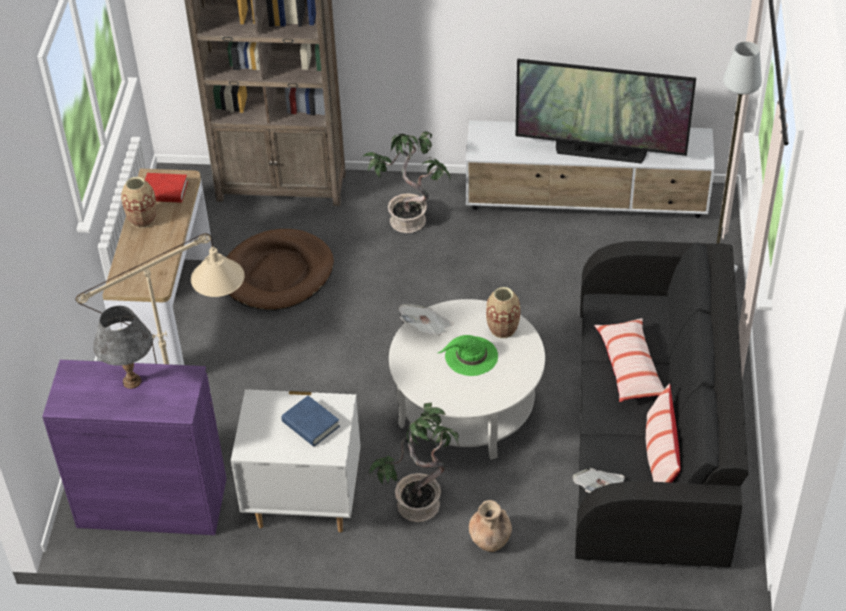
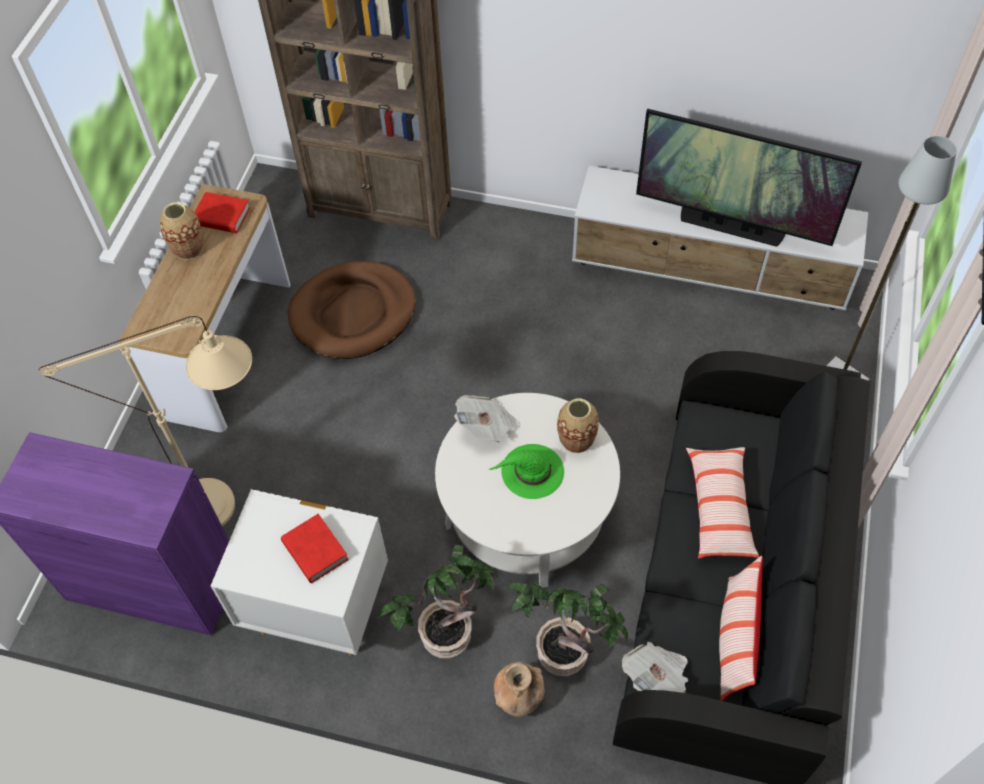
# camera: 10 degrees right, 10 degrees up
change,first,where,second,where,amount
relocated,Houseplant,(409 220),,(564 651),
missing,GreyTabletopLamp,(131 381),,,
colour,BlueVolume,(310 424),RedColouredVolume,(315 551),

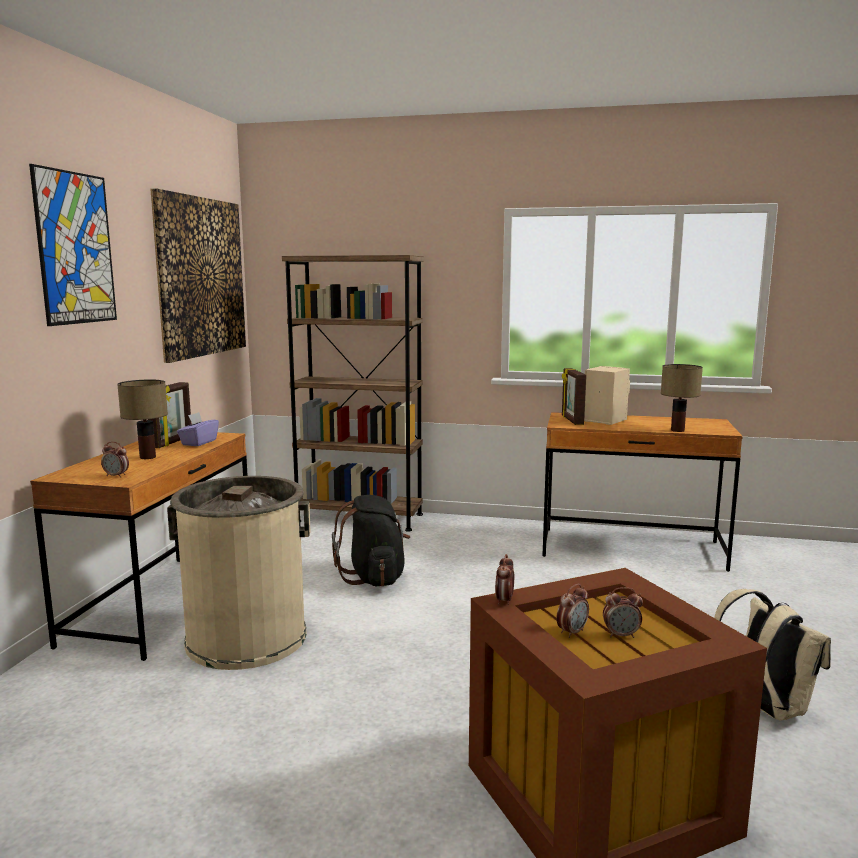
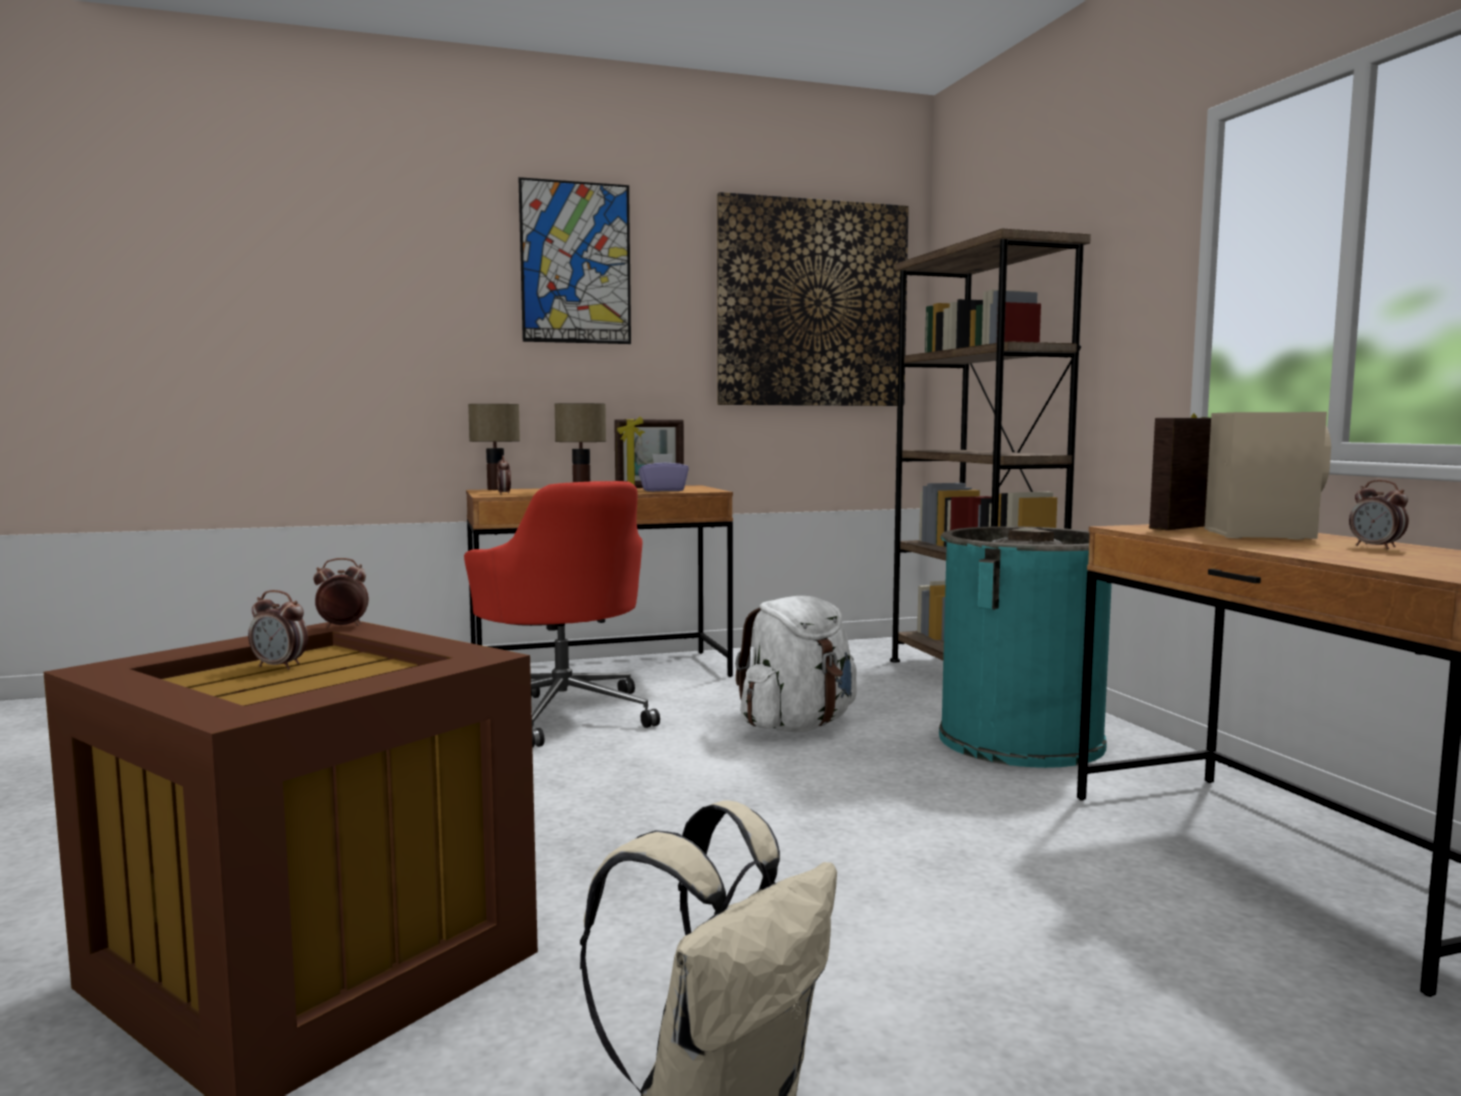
# camera: 60 degrees right, 5 degrees down
change,first,where,second,where,amount
relocated,TabletopLamp,(678 430),,(496 489),
exchanged,BeigeTrashCan,(246 638),RedColouredComputerChair,(563 715),
colour,BlackColouredBackpack,(374 578),WhitishBackpack,(797 726),
relocated,TableClock,(621 635),,(1376 547),
appeared,,,TurquoiseTrashCan,(1021 740),

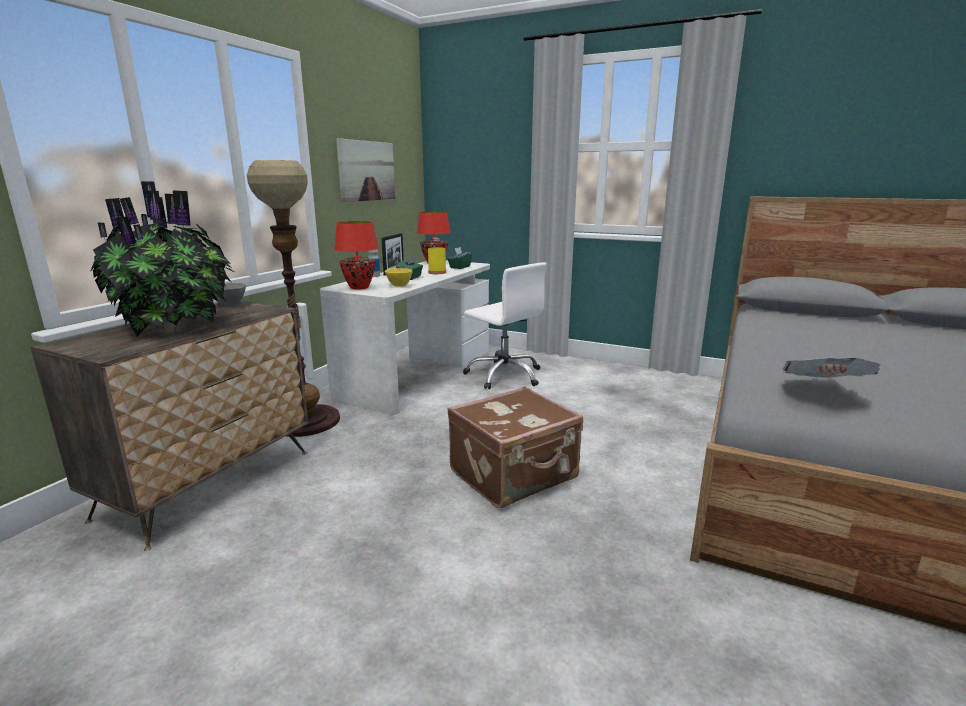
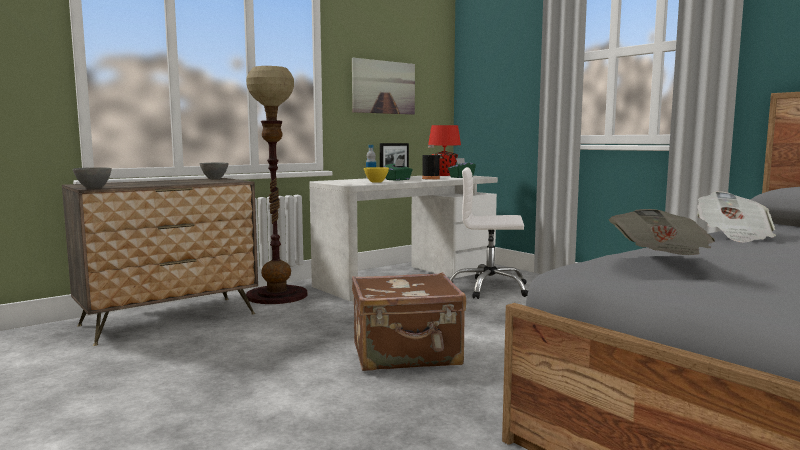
# camera: 25 degrees right, 10 degrees down
change,first,where,second,where,amount
missing,Houseplant,(177 326),,,
missing,RedColouredTabletopLamp,(359 287),,,
colour,YellowColouredDrinkBottle,(437 272),BlackColouredDrinkBottle,(430 178),
spun,WhitishComputerChair,(504 375),,(489 288),120 degrees clockwise
appeared,,,GreyDeepDish,(93 187),
appeared,,,DailyPaper,(733 236),

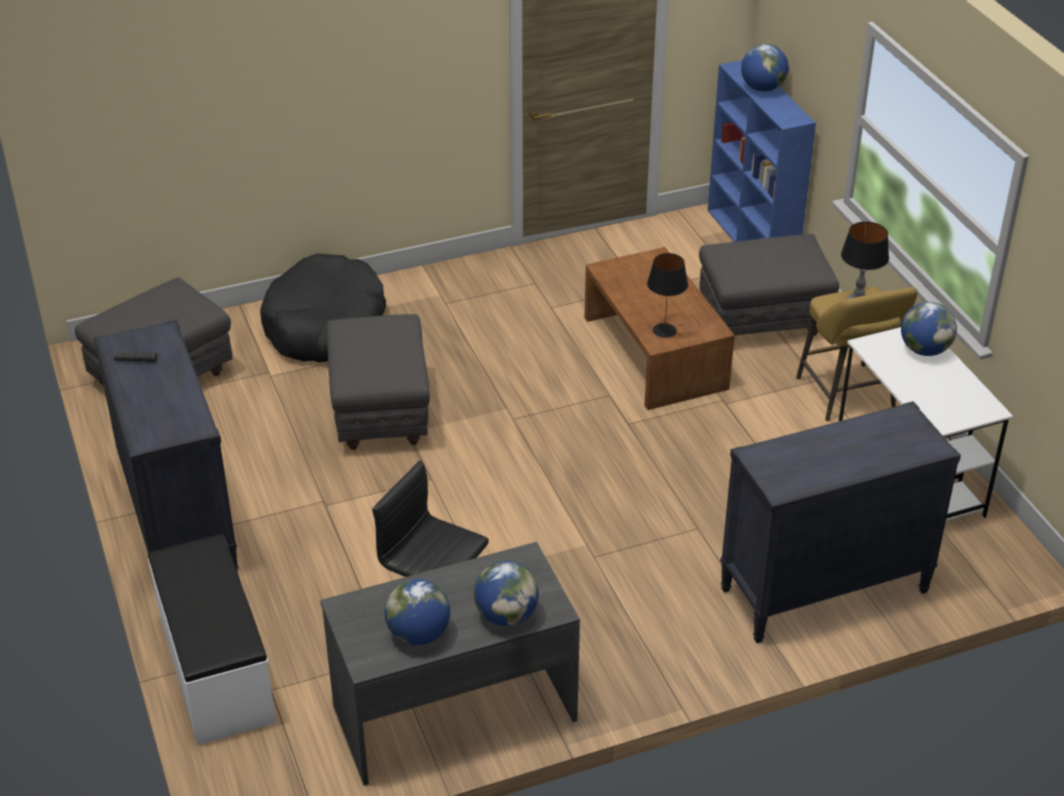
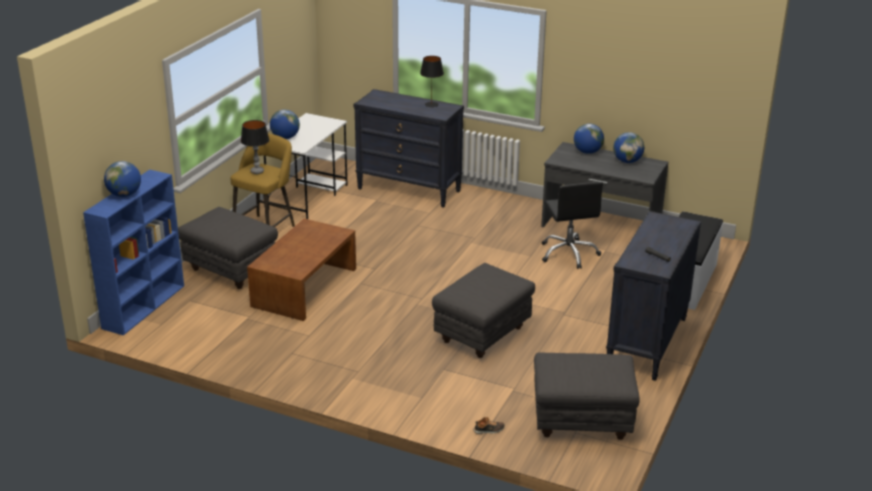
# camera: 135 degrees left, 10 degrees down
change,first,where,second,where,amount
relocated,BlackColouredTabletopLamp,(664 330),,(431 104),
missing,BlackColouredDogCushion,(324 325),,,
appeared,,,ItemOfFootwear,(489 430),

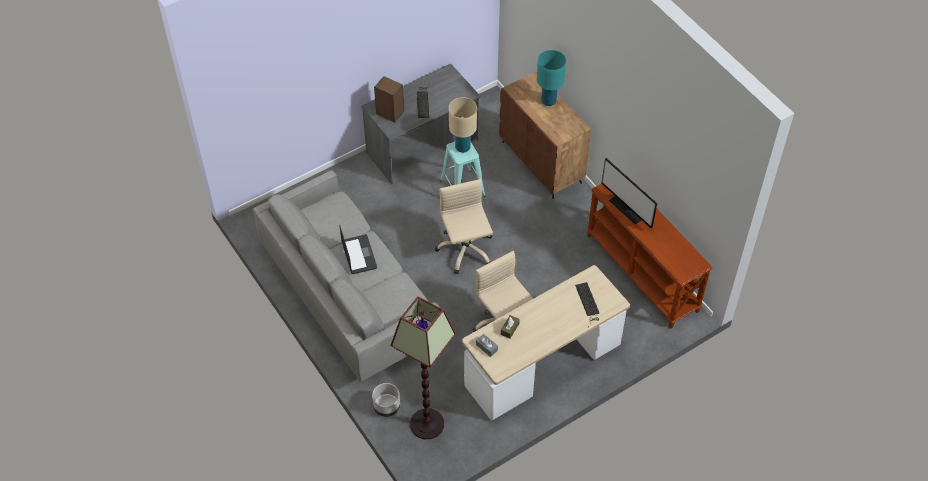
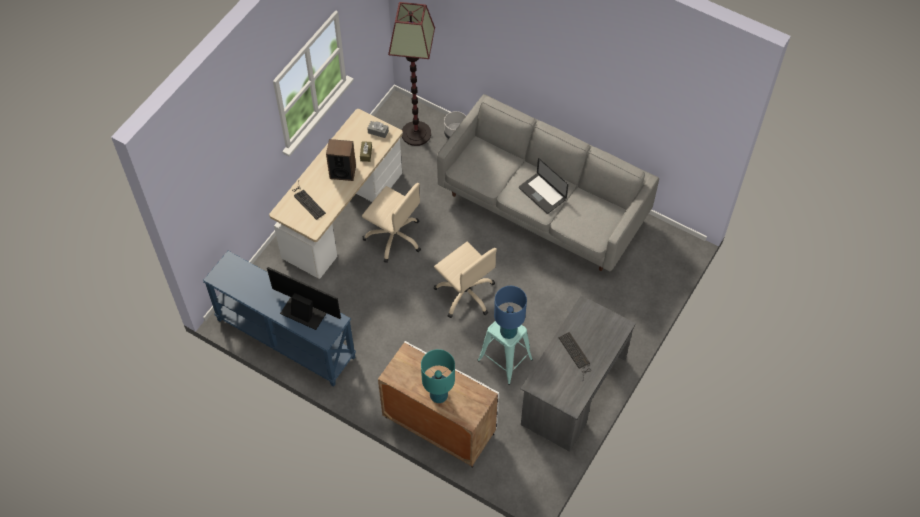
# camera: 155 degrees right, 5 degrees up
change,first,where,second,where,amount
colour,BrownStorageCabinet,(542 162),WhitishStorageCabinet,(438 425),
relocated,Loudspeaker,(390 113),,(342 172),
colour,BeigeTabletopLamp,(462 147),BlueTabletopLamp,(508 332),
colour,BrownNarrowTable,(643 272),BlueNarrowTable,(285 339),

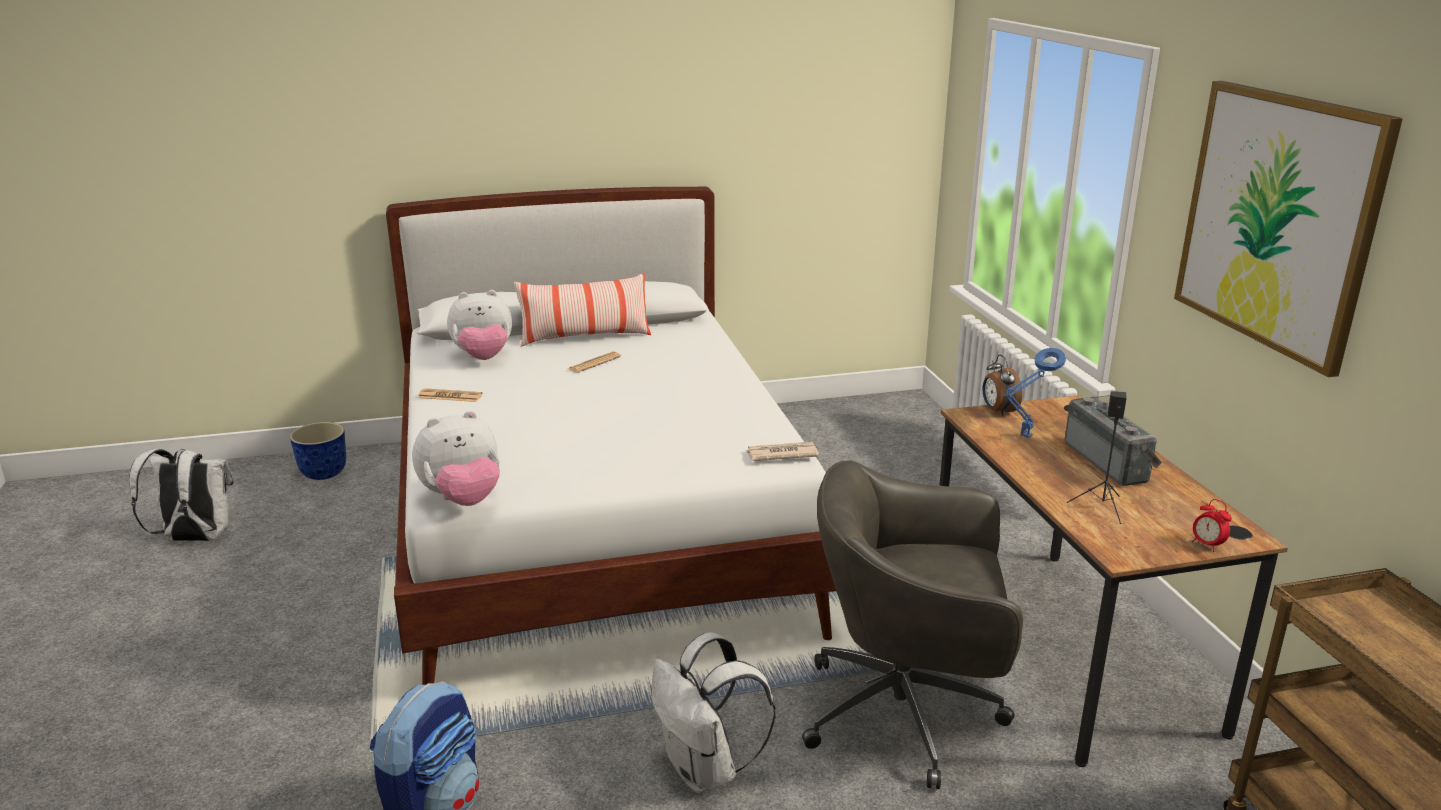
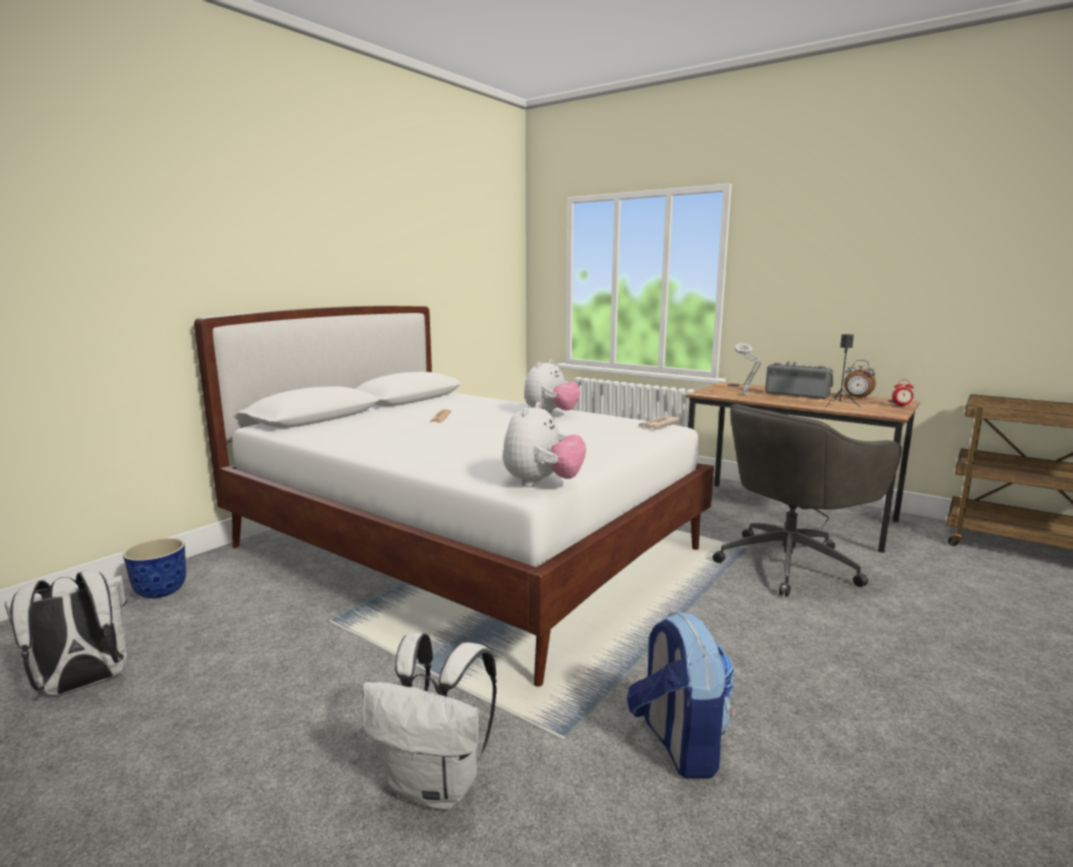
# camera: 40 degrees left, 10 degrees down
change,first,where,second,where,amount
missing,Picture,(1277 220),,,
missing,Cushion,(585 337),,,
relocated,PlushToy,(483 358),,(551 414),
colour,BlueTabletopLamp,(1024 437),GreyTabletopLamp,(746 395),
relocated,TableClock,(998 411),,(857 398),
missing,DailyPaper,(450 396),,,
relocated,WhitishBackpack,(706 771),,(436 785),

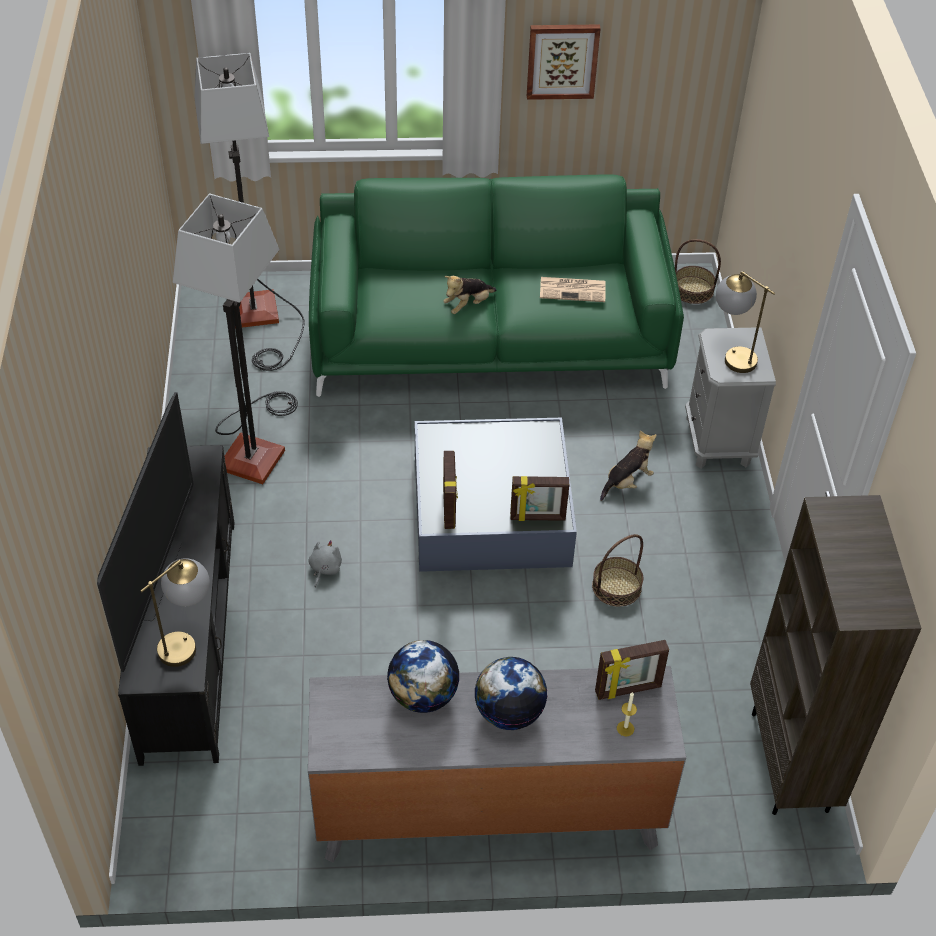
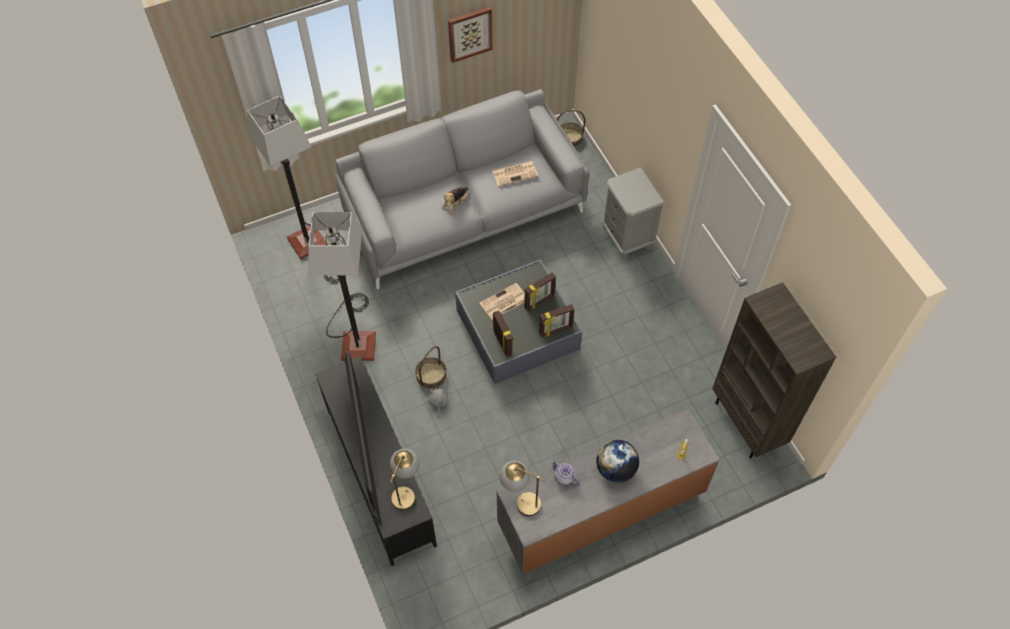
# camera: 20 degrees left, 10 degrees up
change,first,where,second,where,amount
colour,GreenColouredCouch,(490 337),GreyCouch,(463 212),
relocated,TabletopLamp,(731 355),,(520 501),
missing,PlushToy,(627 482),,,
relocated,HouseholdBasket,(616 587),,(431 375),
exchanged,WorldGlobe,(423 696),TeaPot,(564 477),
relocated,StandingFrame,(628 690),,(539 301),
appeared,,,DailyPaper,(503 302),

